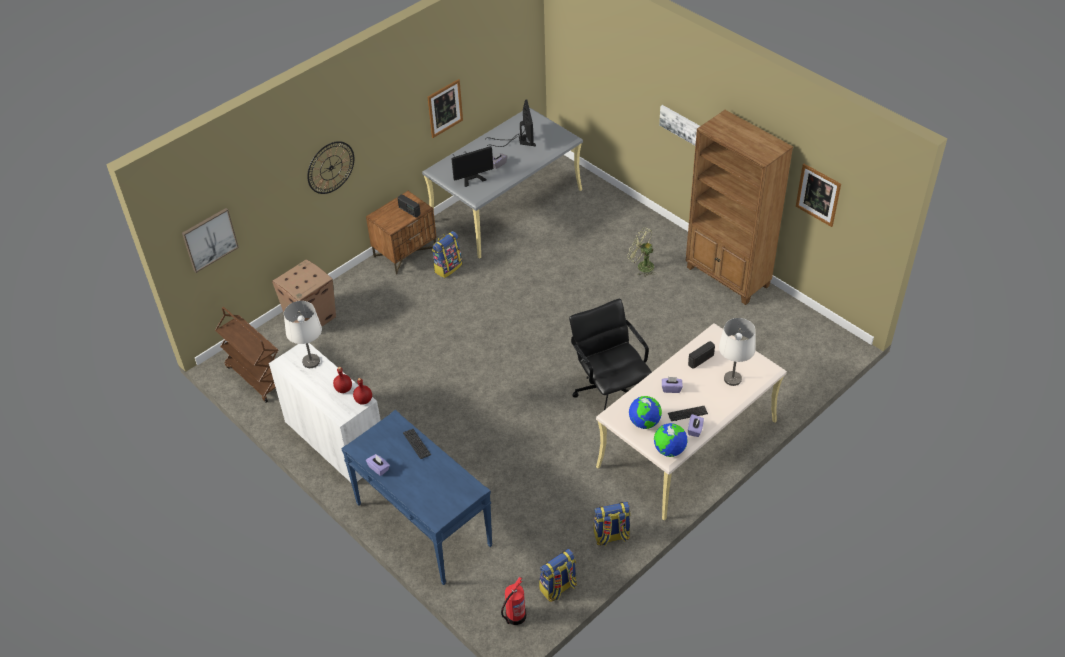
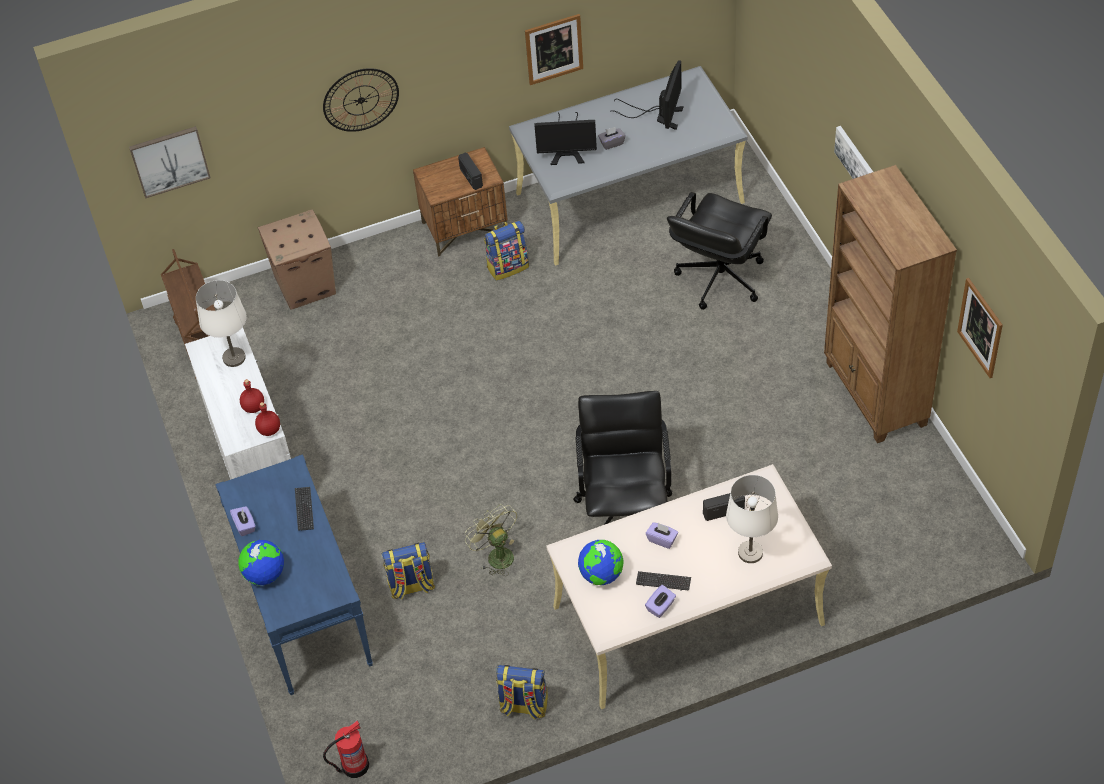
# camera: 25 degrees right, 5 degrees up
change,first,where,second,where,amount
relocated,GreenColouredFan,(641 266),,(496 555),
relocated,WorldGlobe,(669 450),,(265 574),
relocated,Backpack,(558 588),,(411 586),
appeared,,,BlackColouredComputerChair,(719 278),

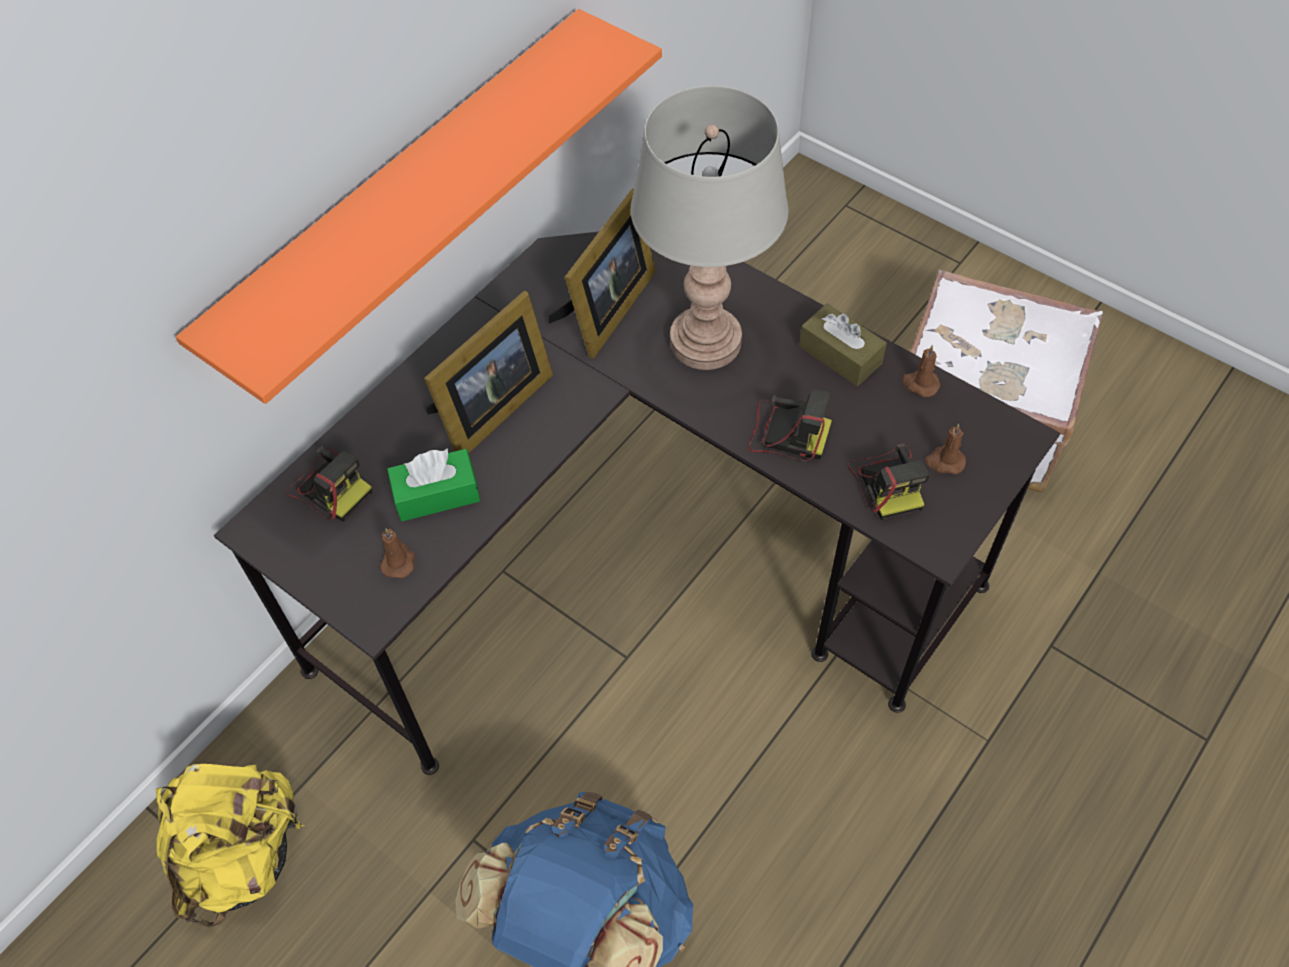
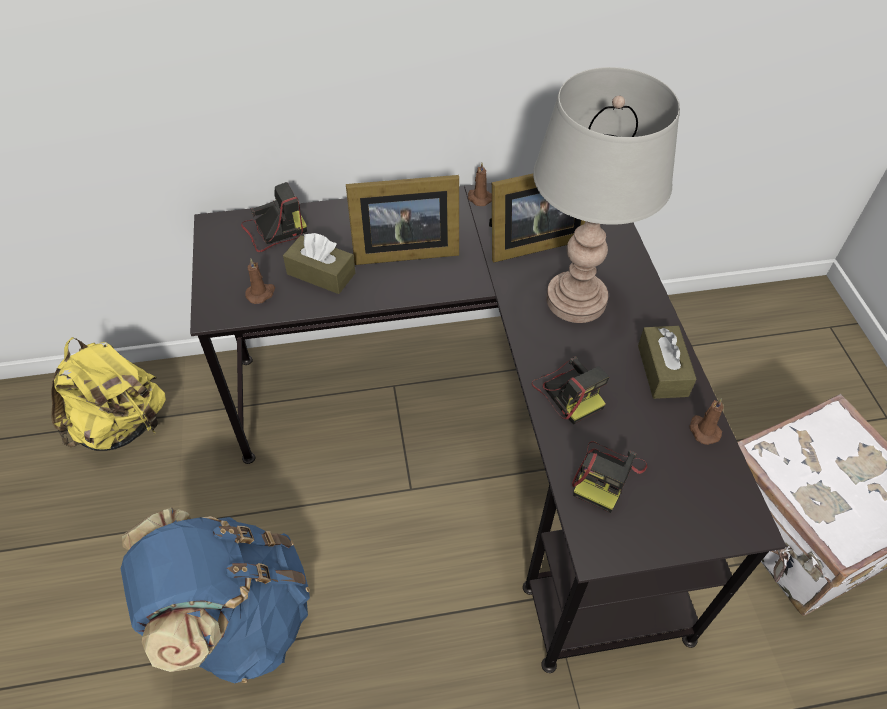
# camera: 40 degrees right, 5 degrees down
change,first,where,second,where,amount
missing,OrangeColouredBracketShelf,(405 197),,,
relocated,BrownWaxLight,(944 461),,(479 198),
spun,PhotoCamera,(330 487),,(273 231),105 degrees counterclockwise
colour,GreenColouredBoxOfTissues,(436 494),BrownBoxOfTissues,(321 273),

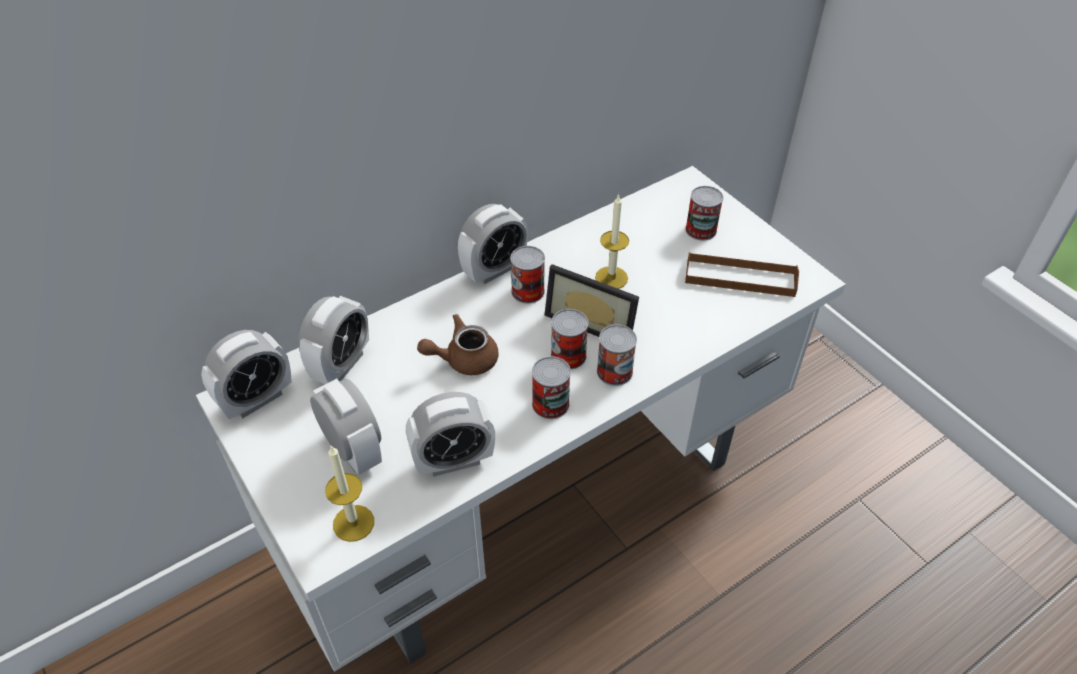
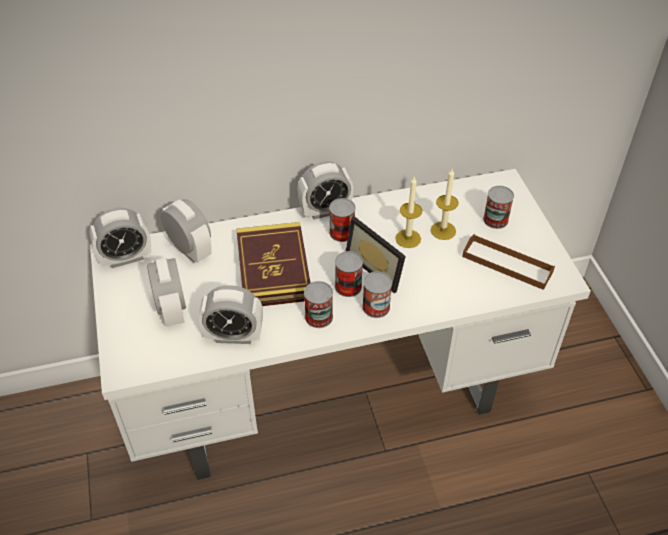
# camera: 20 degrees right, 0 degrees up
change,first,where,second,where,amount
spun,TableClock,(341 365),,(190 250),90 degrees counterclockwise
exchanged,BrownTeaPot,(463 359),Volume,(273 269),
relocated,WaxLight,(353 523),,(443 230),

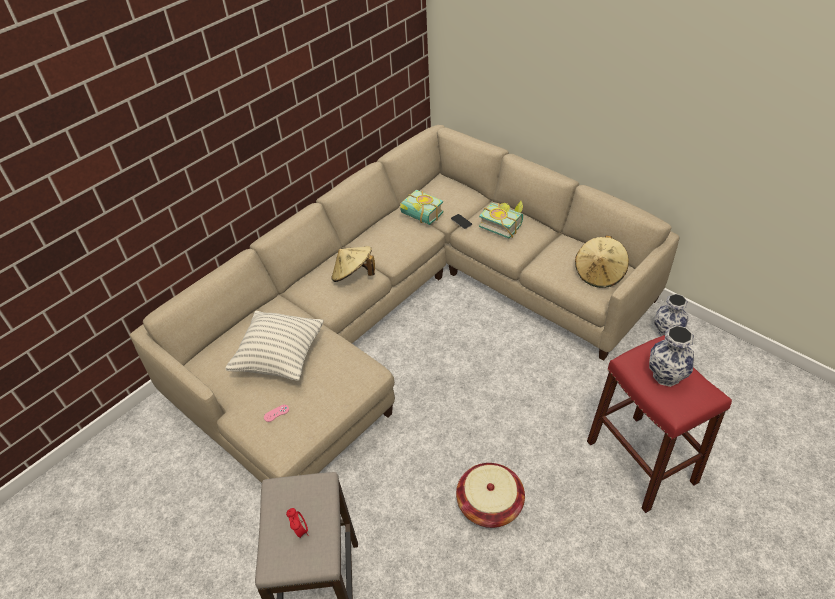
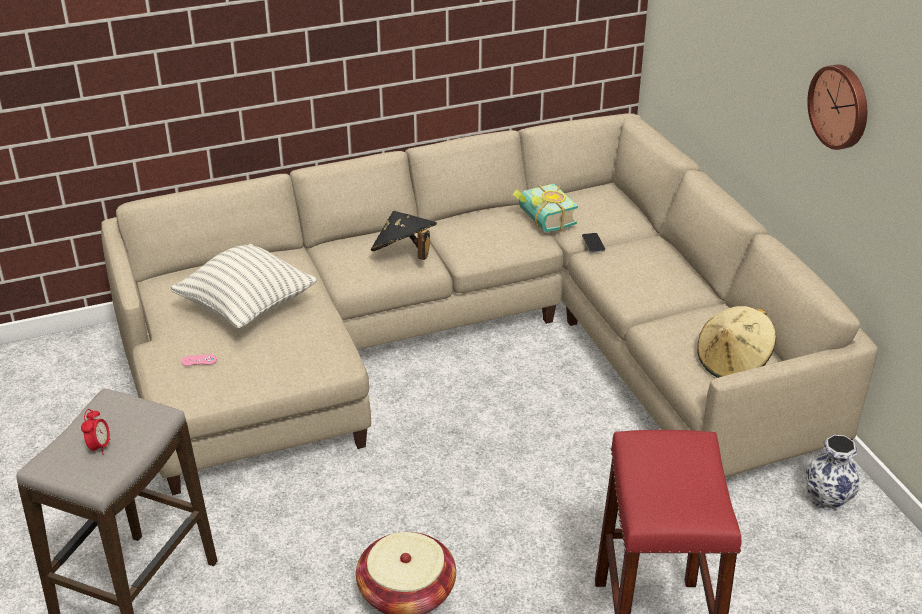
# camera: 25 degrees right, 10 degrees down
change,first,where,second,where,amount
missing,Volume,(502 224),,,
colour,BeigeHat,(353 275),BlackColouredHat,(404 255),
missing,DecorativeVase,(666 375),,,
appeared,,,ClockOnTheWall,(841 106),

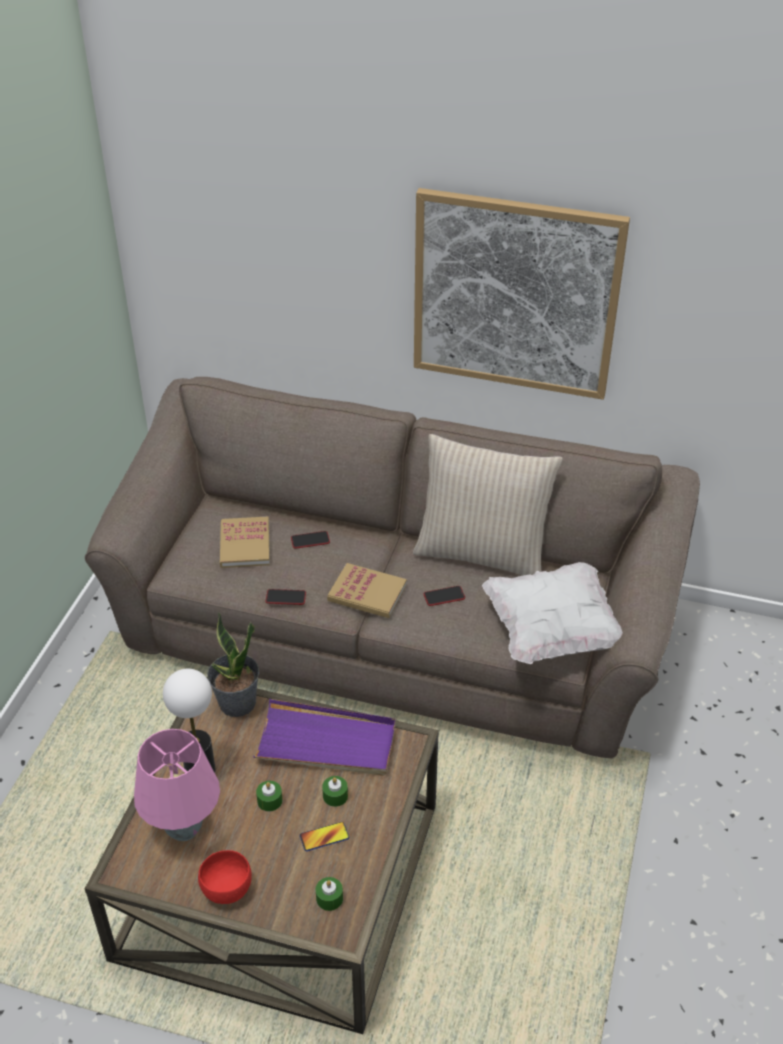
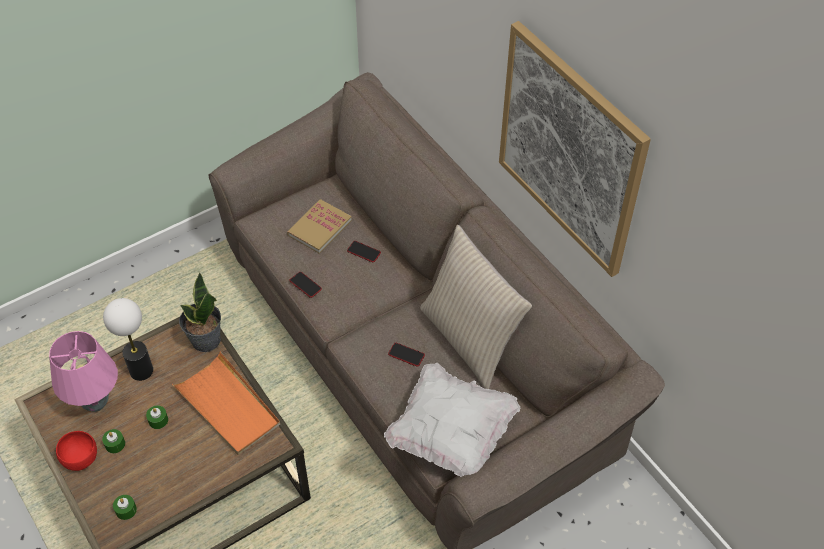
# camera: 40 degrees right, 10 degrees up
change,first,where,second,where,amount
missing,Volume,(367 593),,,
colour,PurpleColouredServingTray,(326 742),OrangeColouredServingTray,(228 406),
relocated,GreenColouredWaxLight,(335 796),,(115 444),
missing,Phone,(324 837),,,

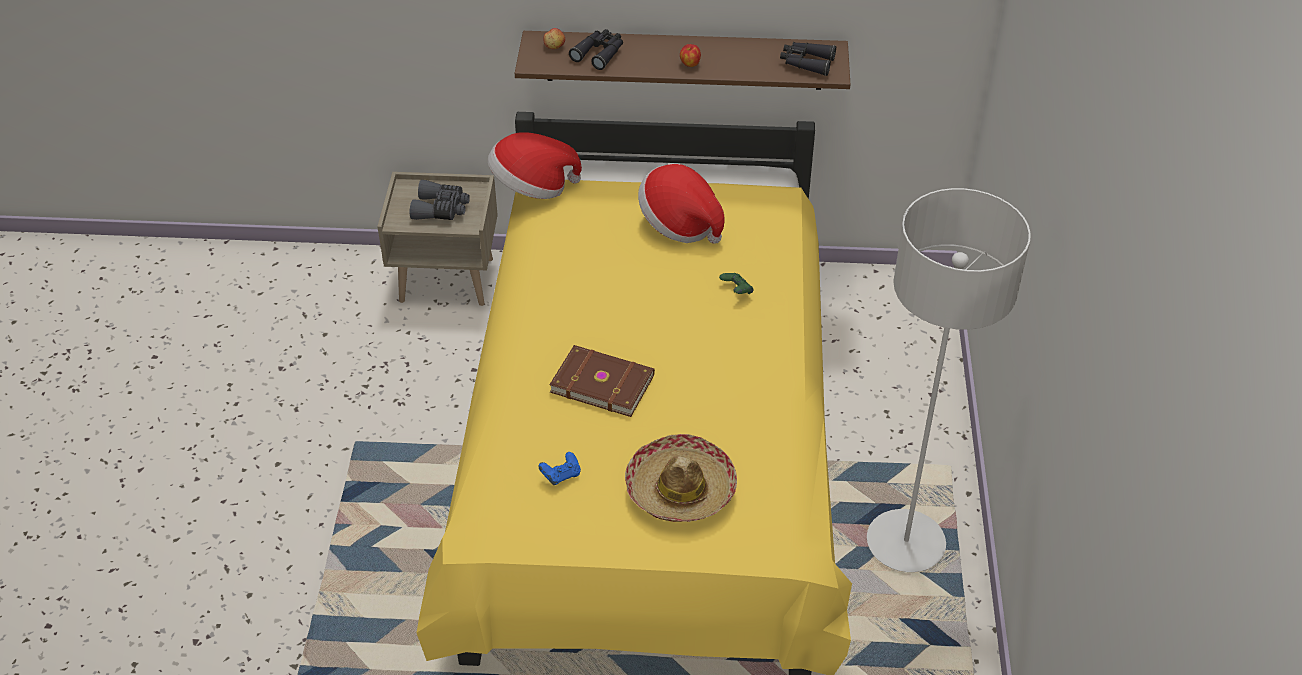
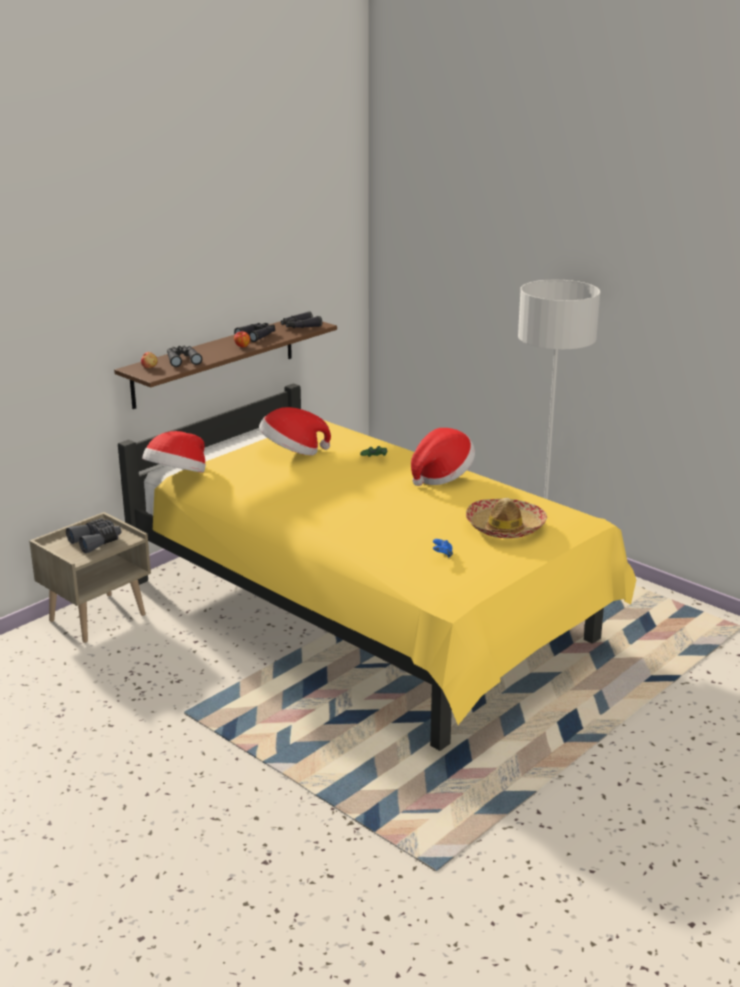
# camera: 50 degrees left, 20 degrees down
change,first,where,second,where,amount
missing,BrownVolume,(602 382),,,
appeared,,,BlackColouredPairOfBinoculars,(257 336),
appeared,,,Hat,(441 476),

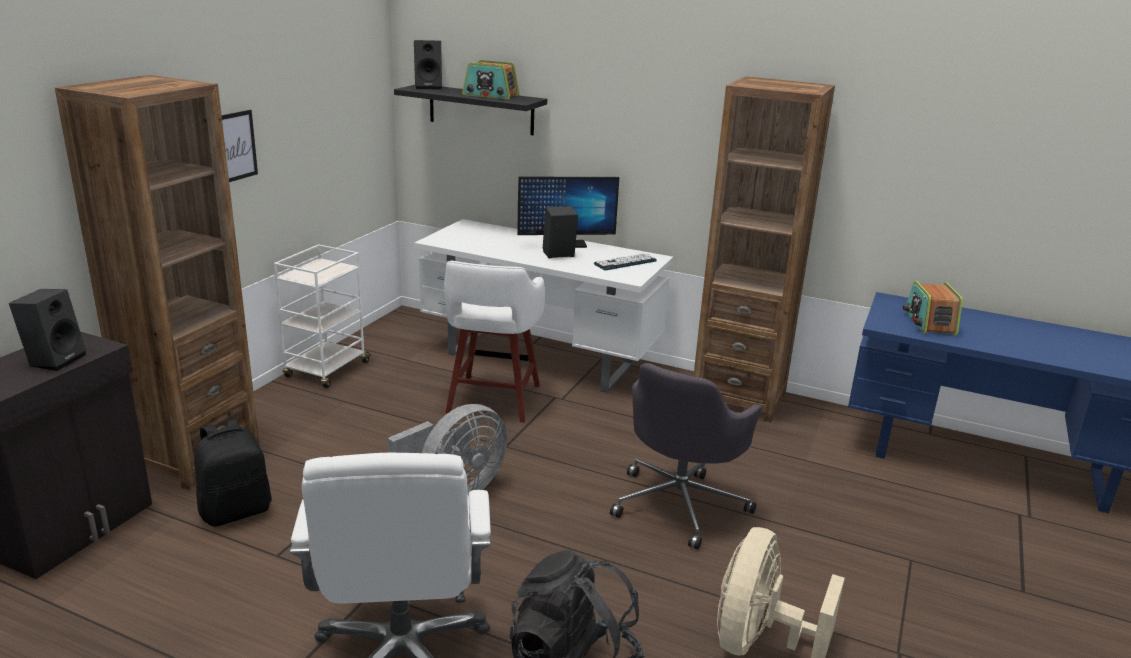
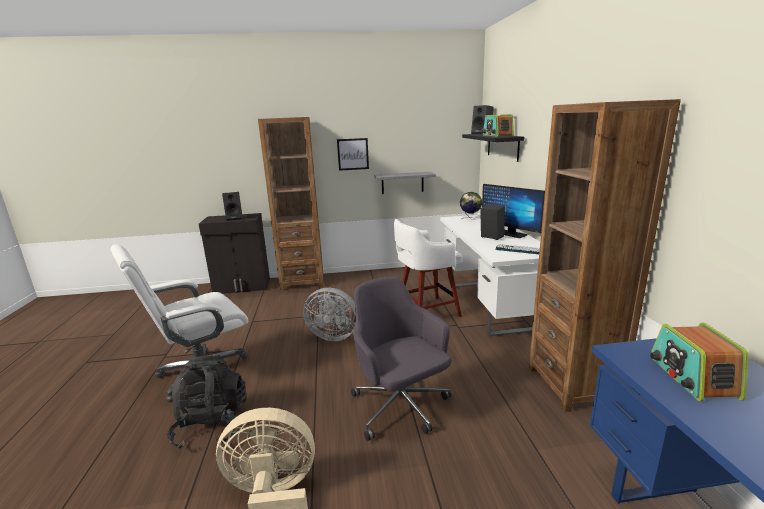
# camera: 60 degrees right, 5 degrees down
change,first,where,second,where,amount
missing,WhitishTrolley,(326 370),,,
spun,RadioReceiver,(929 323),,(692 377),60 degrees counterclockwise
spun,GreyComputerChair,(680 503),,(400 407),60 degrees clockwise
missing,BlackColouredBackpack,(236 511),,,
appeared,,,GreyBracketShelf,(402 182),
appeared,,,WorldGlobe,(470 219),

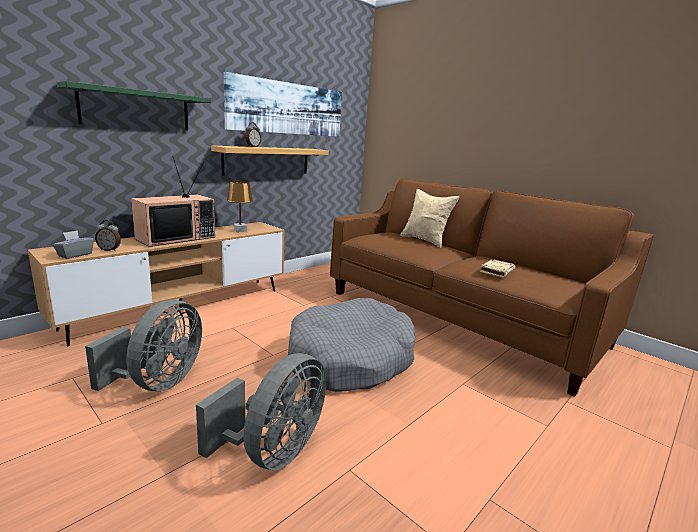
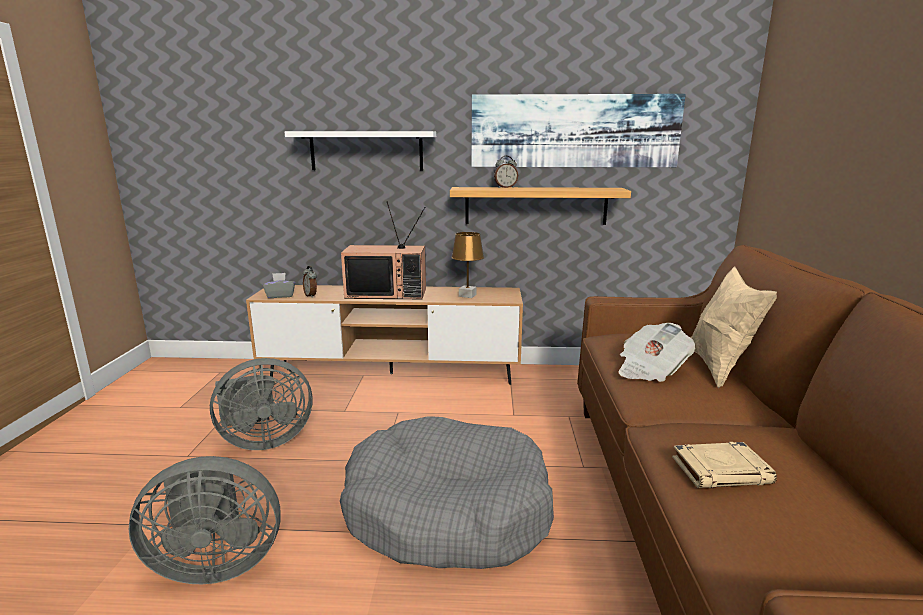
# camera: 50 degrees right, 0 degrees up
change,first,where,second,where,amount
colour,GreenColouredBracketShelf,(136 109),WhitishBracketShelf,(366 151),
appeared,,,DailyPaper,(650 370),

